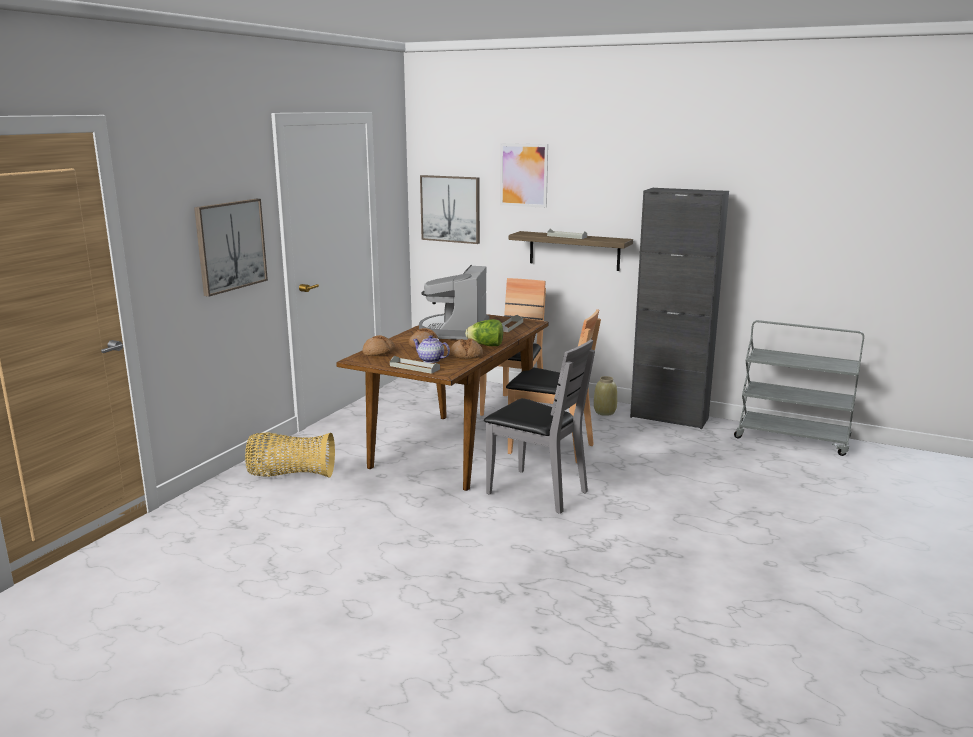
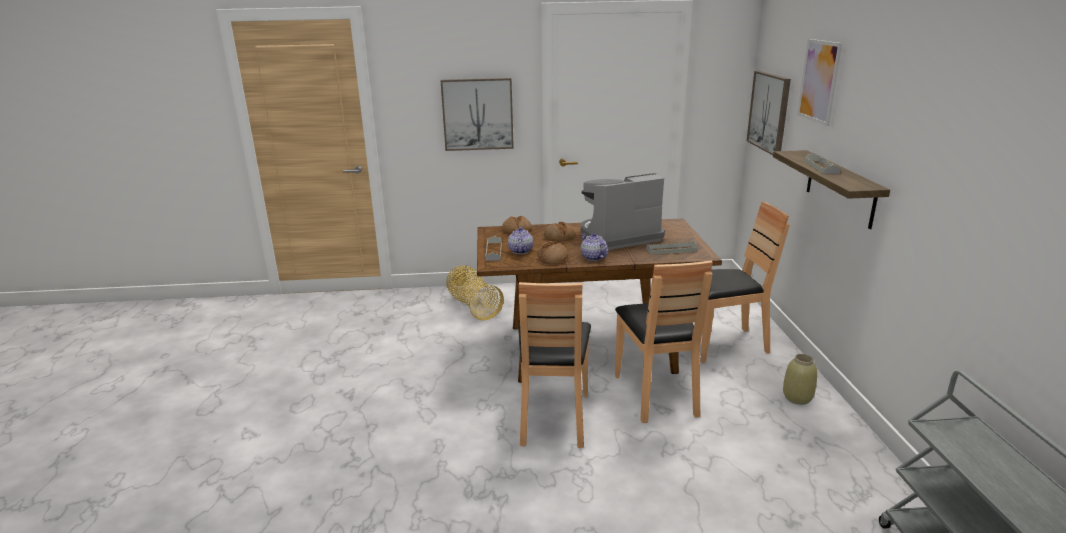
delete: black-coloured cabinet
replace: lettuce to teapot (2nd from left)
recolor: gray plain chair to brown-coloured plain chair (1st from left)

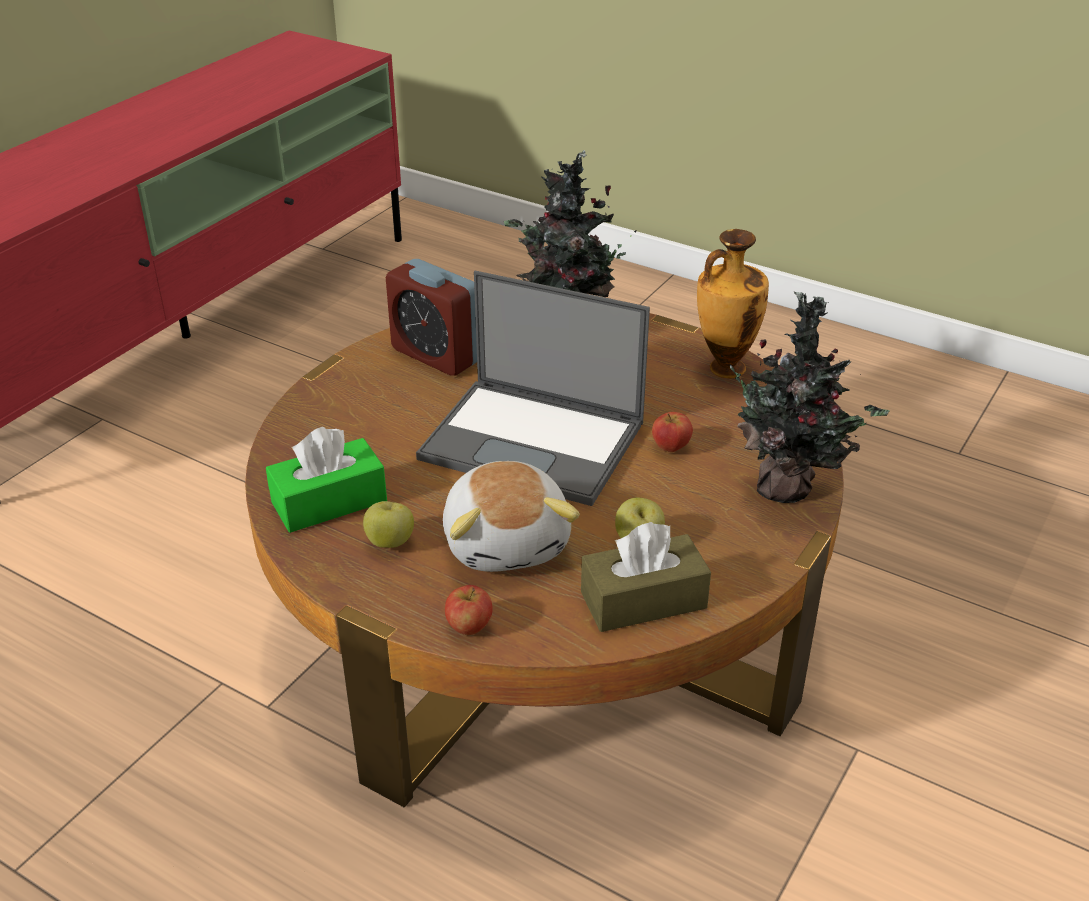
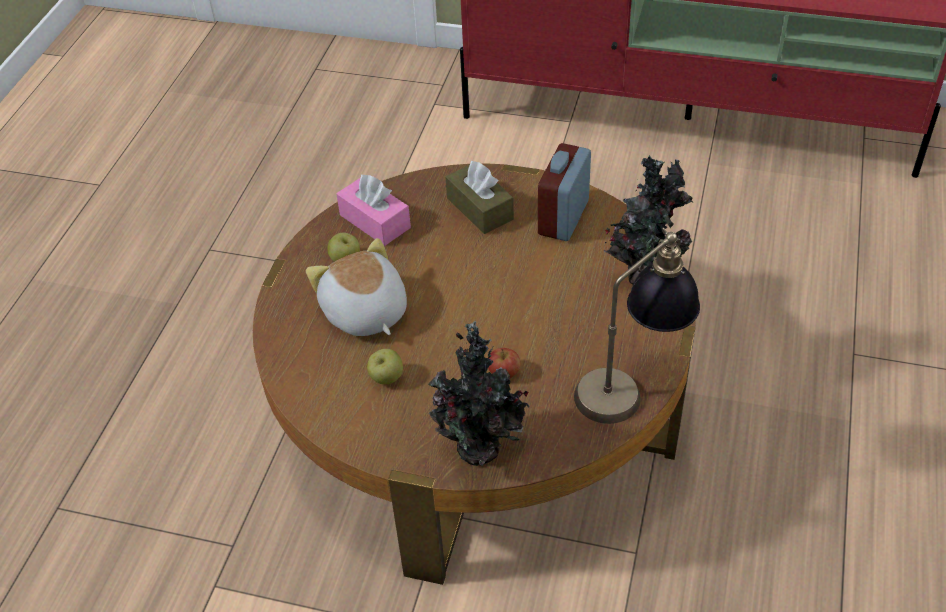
delete: notebook computer; apple fruit (2nd from left)
move: brown-coloured box of tissues
replace: flower vase to lamp for a table
recolor: green-coloured box of tissues to pink box of tissues
rotate: plush toy 90 degrees clockwise

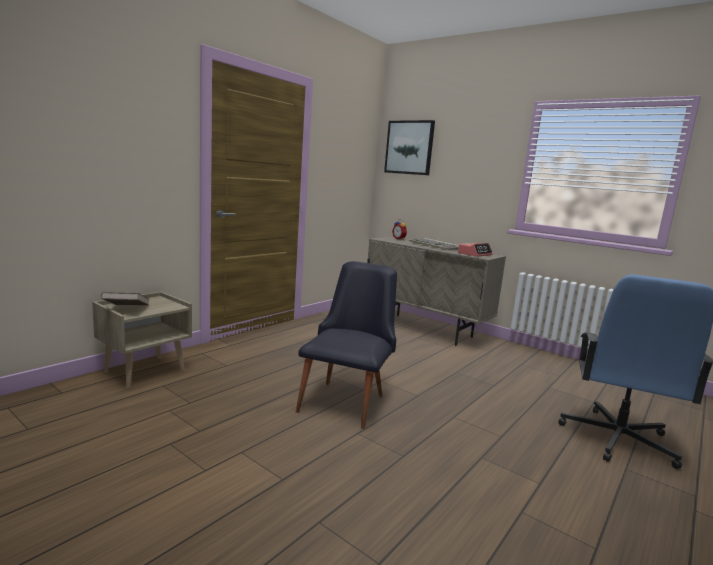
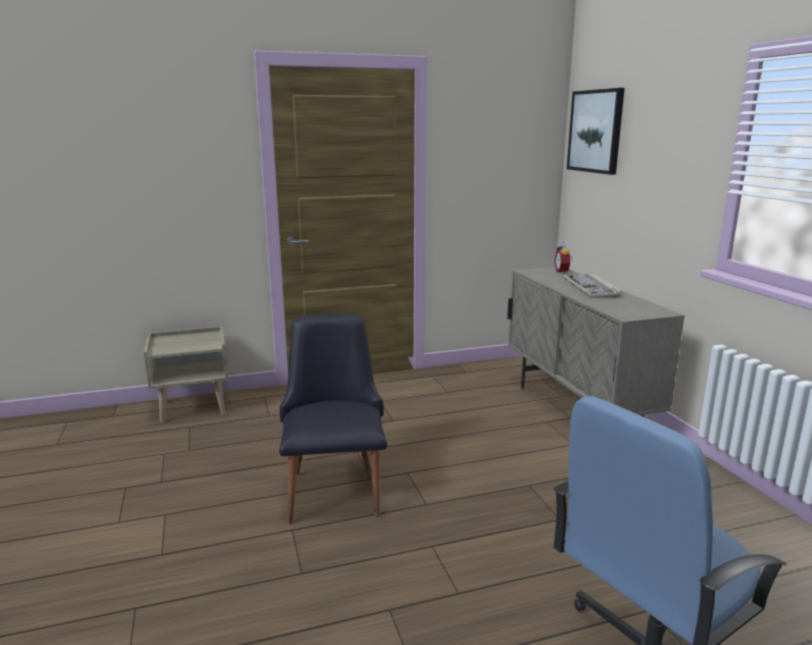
delete: brown-coloured bound book; alarm clock (2nd from left)
rotate: black-coloured plain chair 60 degrees counterclockwise

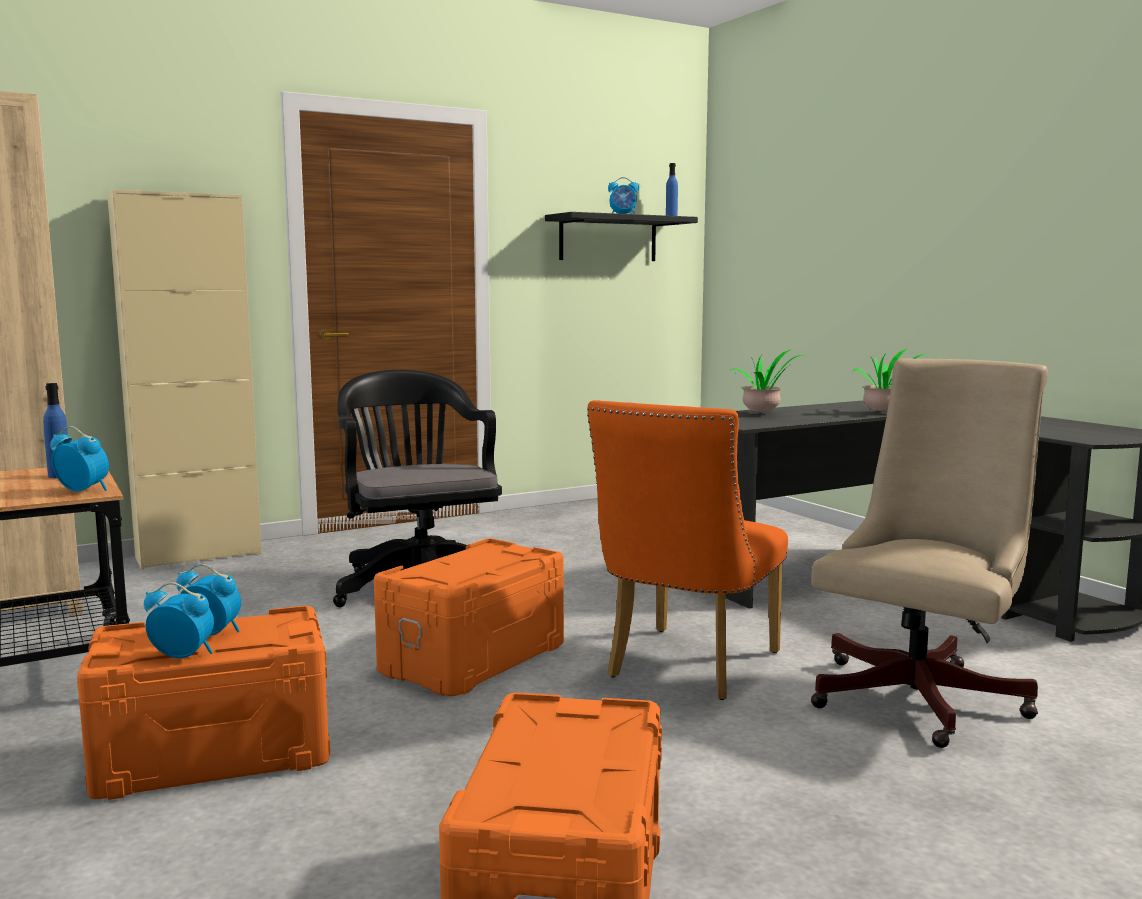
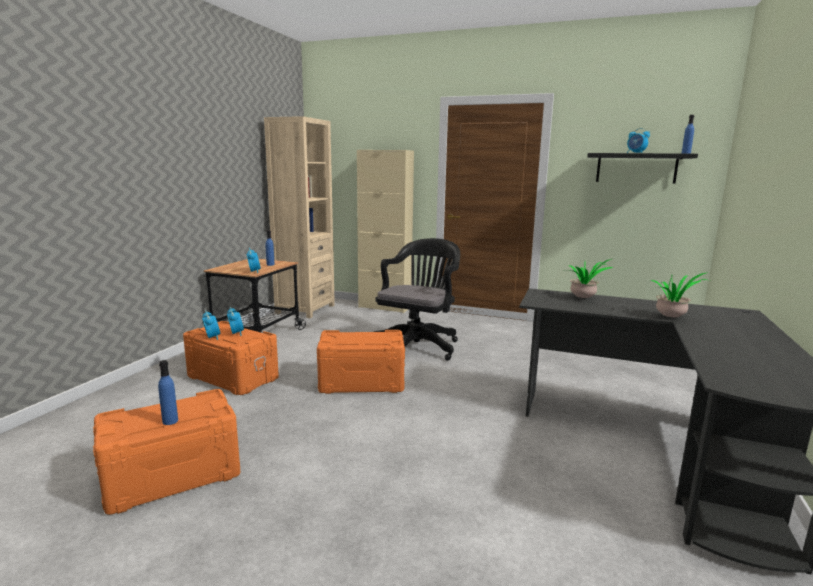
delete: orange-coloured plain chair; sand-coloured desk chair
insert: blue bottle (1st from left)

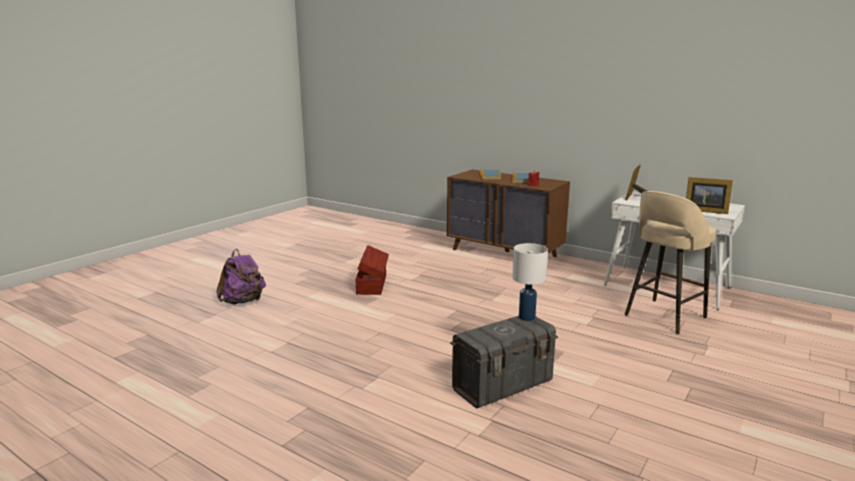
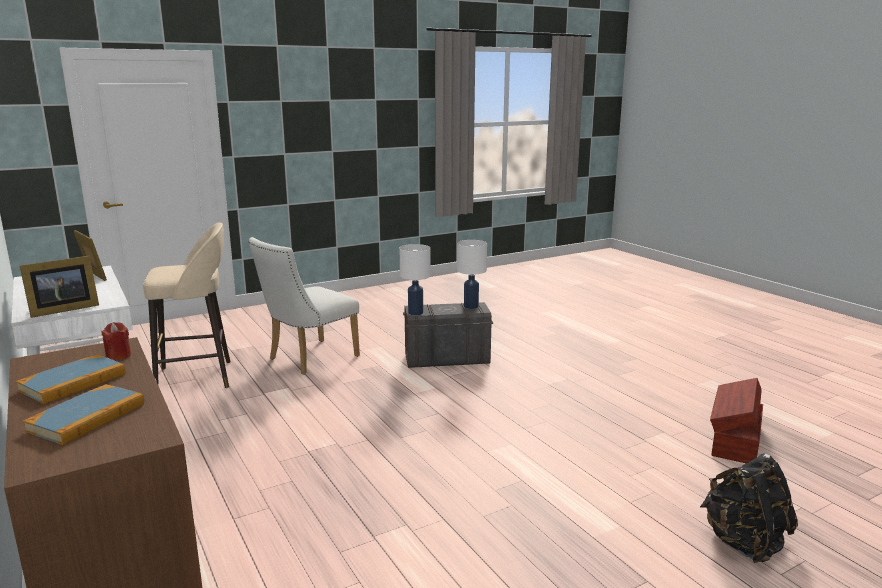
insert: white-coloured plain chair; white-coloured lamp for a table (2nd from left)
move: brown-coloured storage box
recolor: purplish backpack to black-coloured backpack

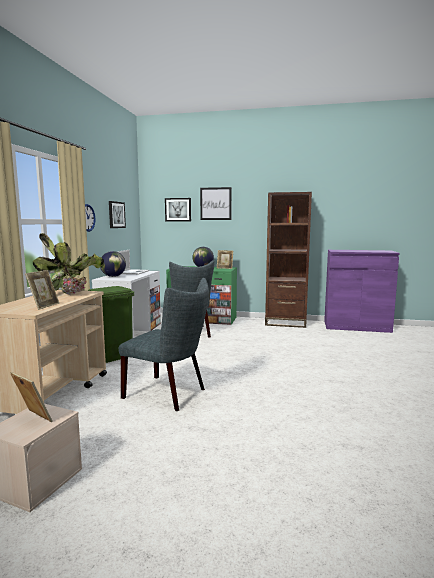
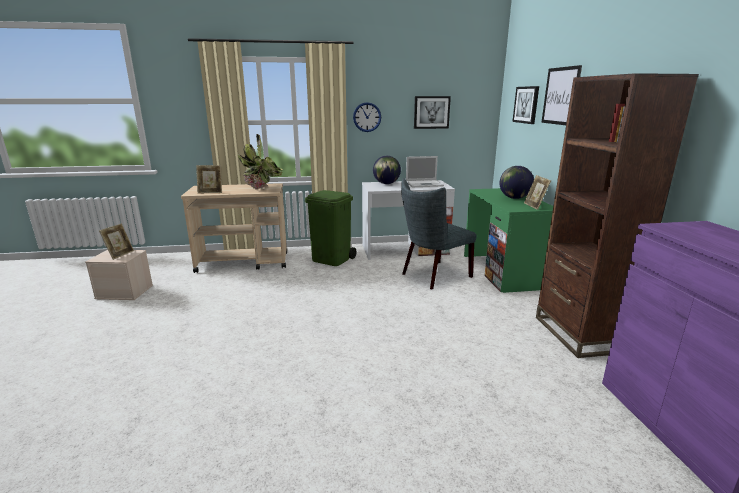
delete: gray plain chair (1st from left)

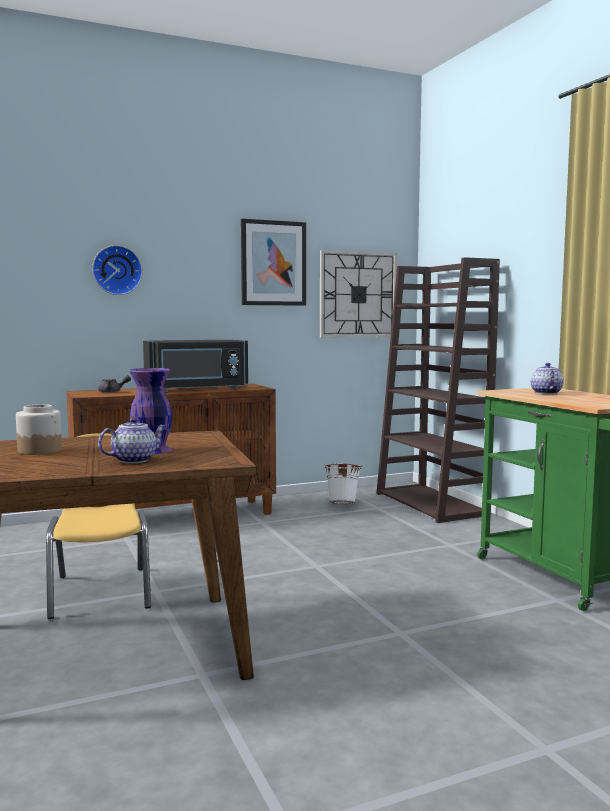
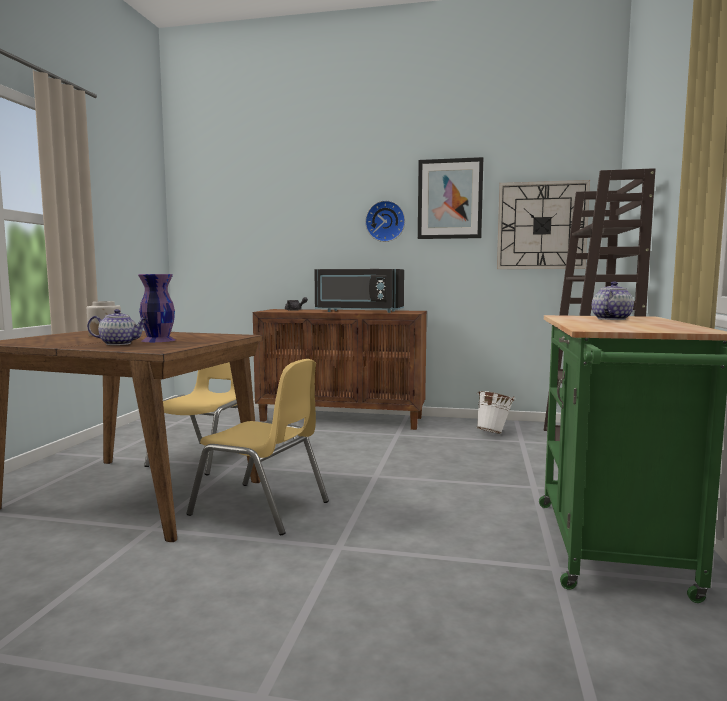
insert: yellow plain chair (2nd from left)
move: wall clock (1st from left)

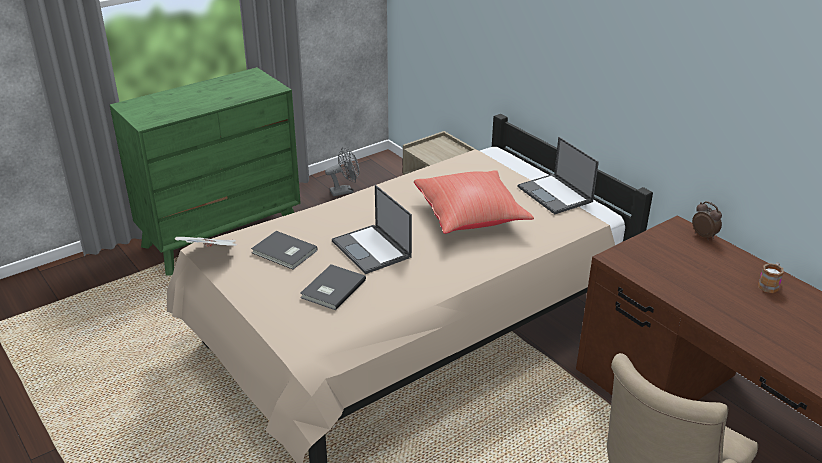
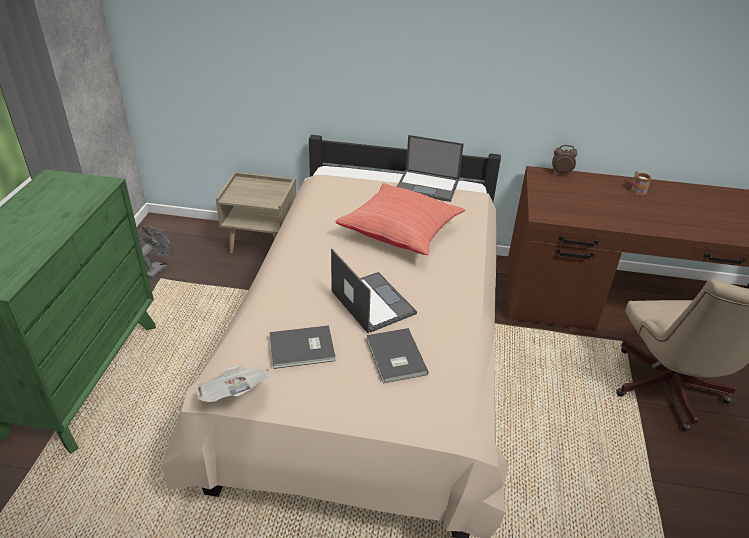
rotate: notebook computer (1st from left) 135 degrees counterclockwise

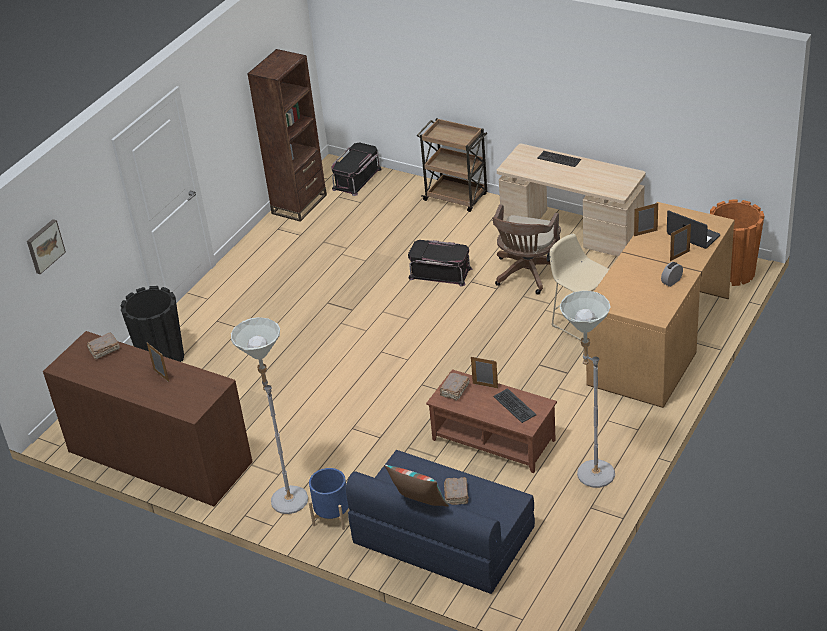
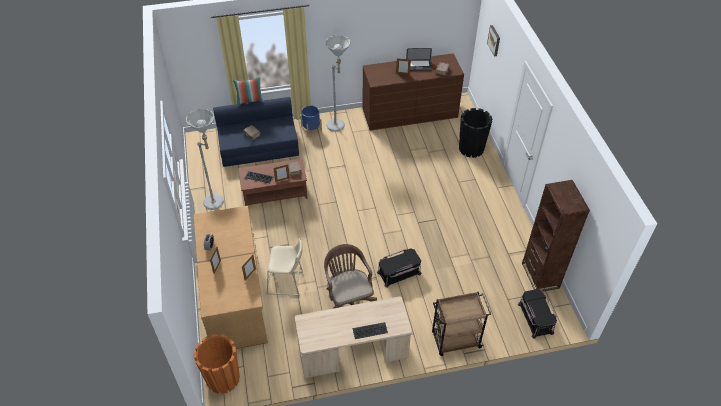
move: notebook computer

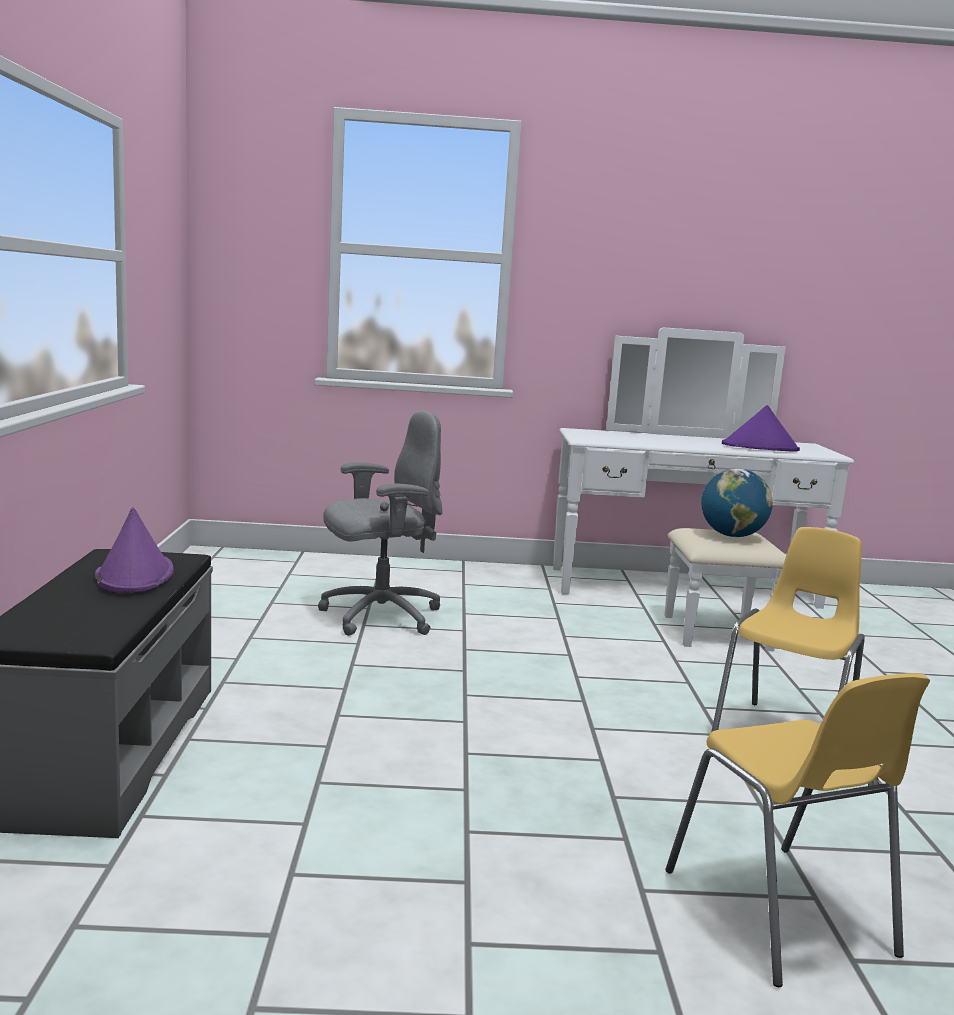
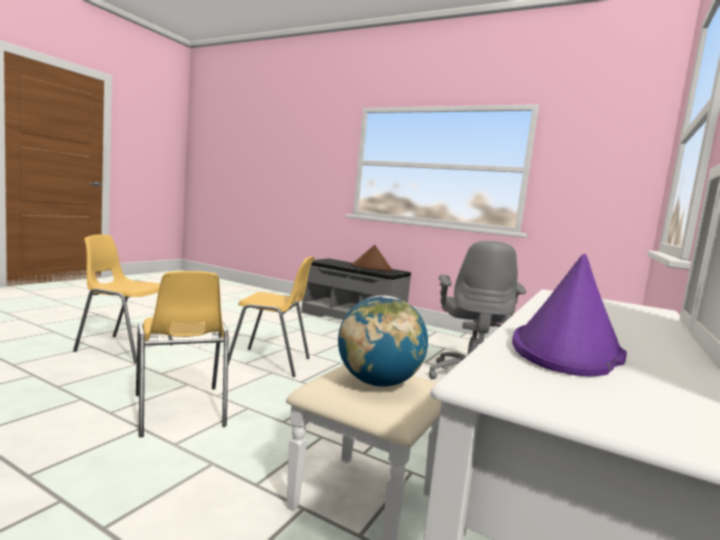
insert: yellow plain chair (3rd from left)
recolor: purplish clothing hat (1st from left) to brown-coloured clothing hat

